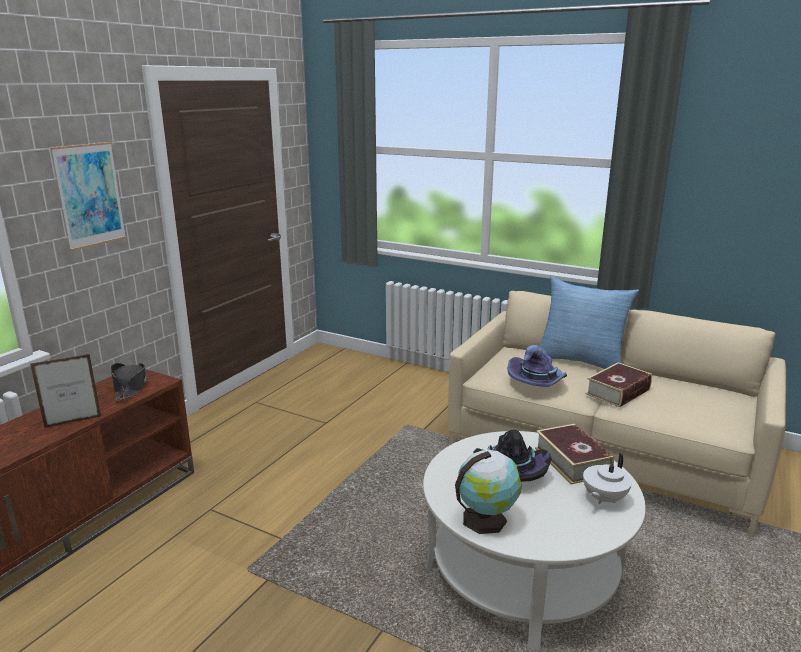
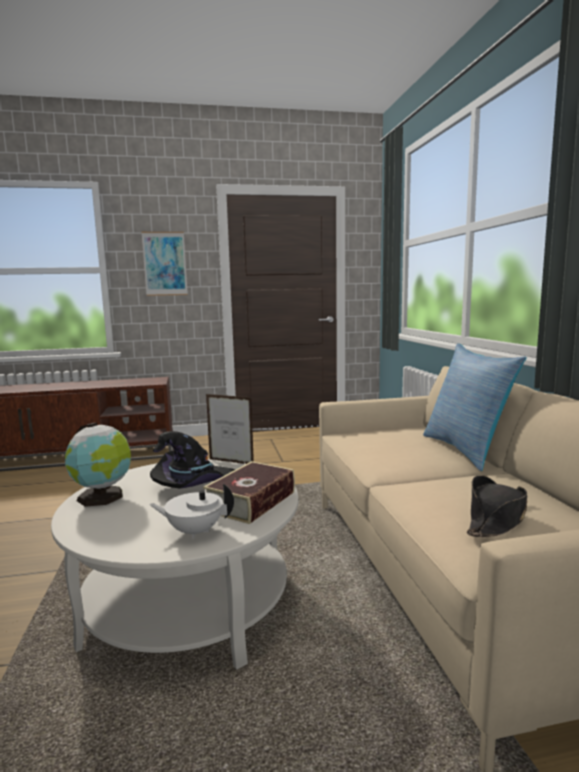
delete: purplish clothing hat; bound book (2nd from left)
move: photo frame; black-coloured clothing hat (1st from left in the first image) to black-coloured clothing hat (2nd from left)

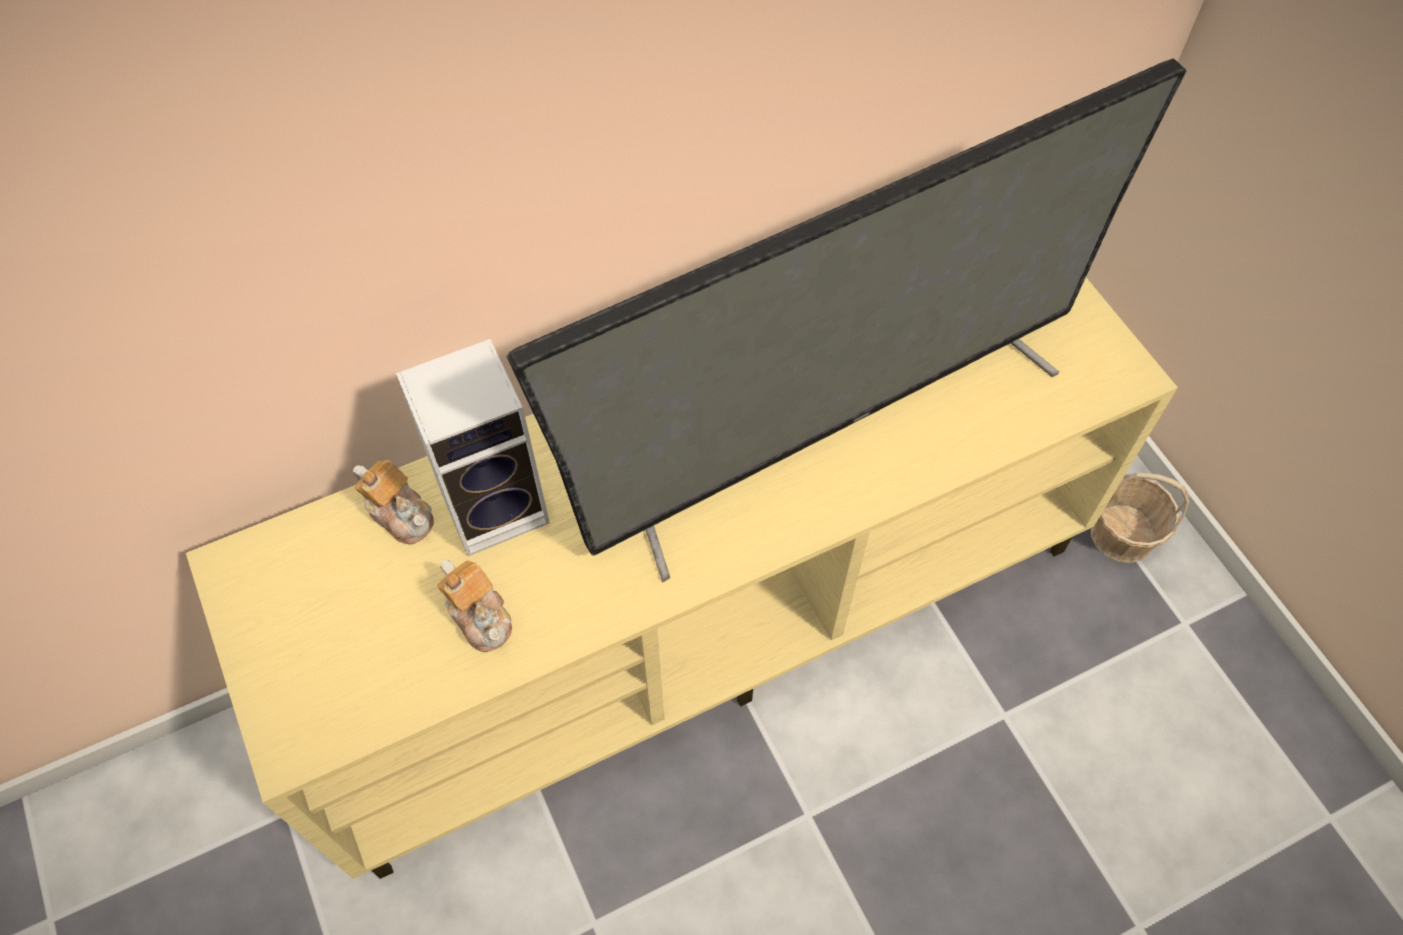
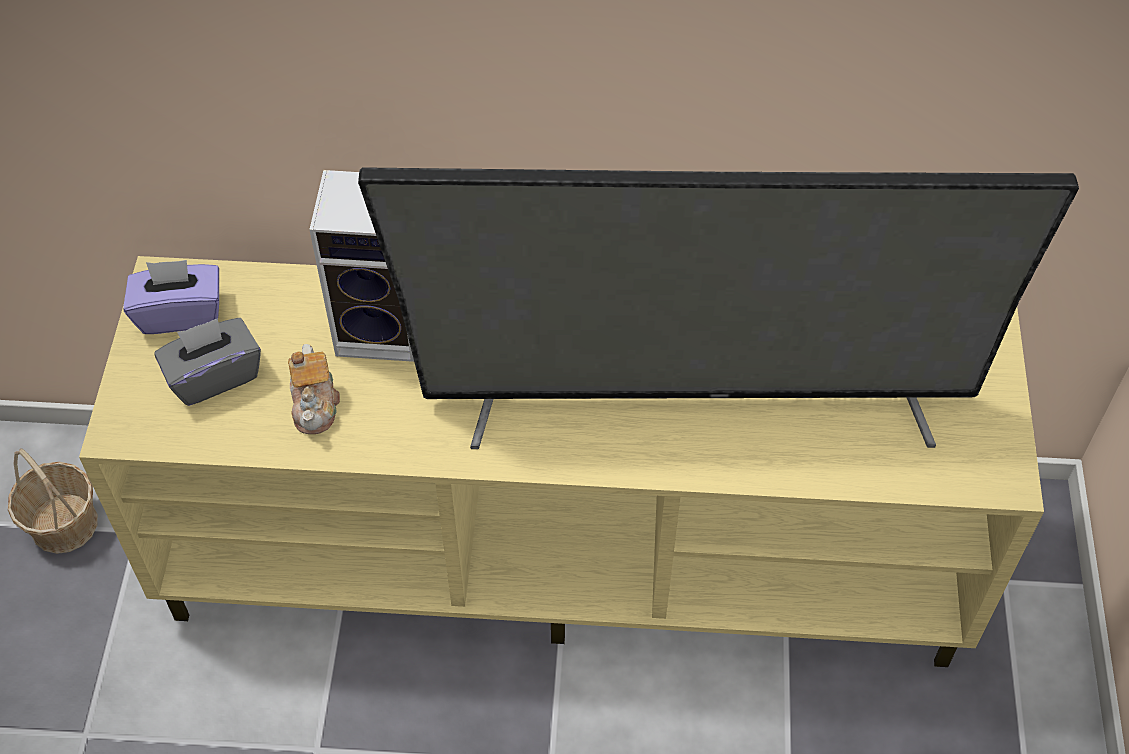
delete: teapot (1st from left)
insert: purplish box of tissues; gray box of tissues
move: basket

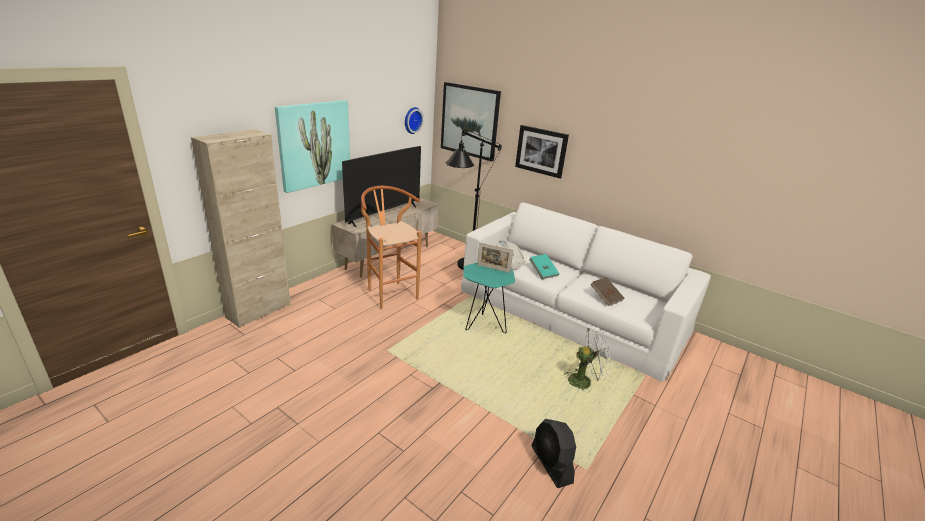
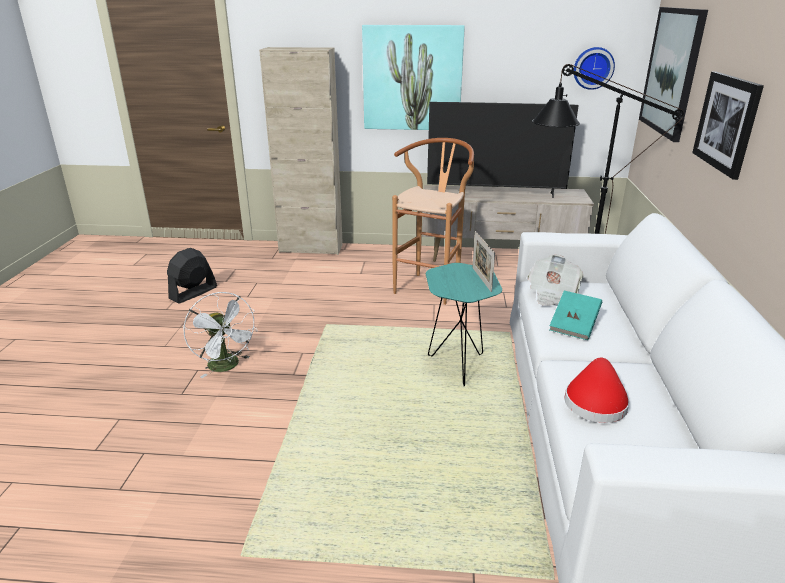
move: black-coloured fan; white-coloured fan
replace: brown-coloured bound book to reddish clothing hat

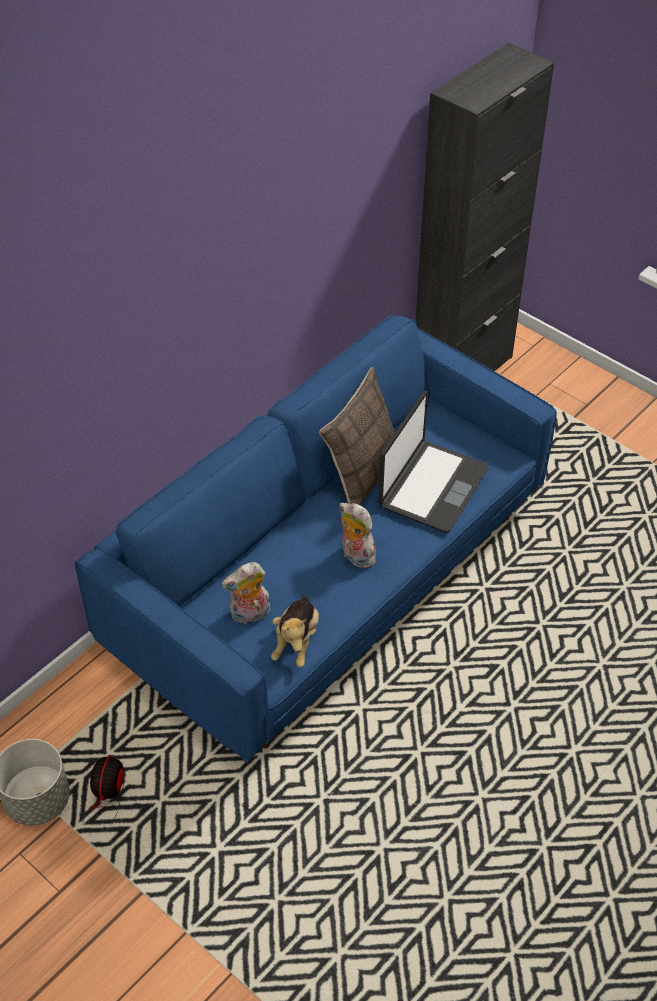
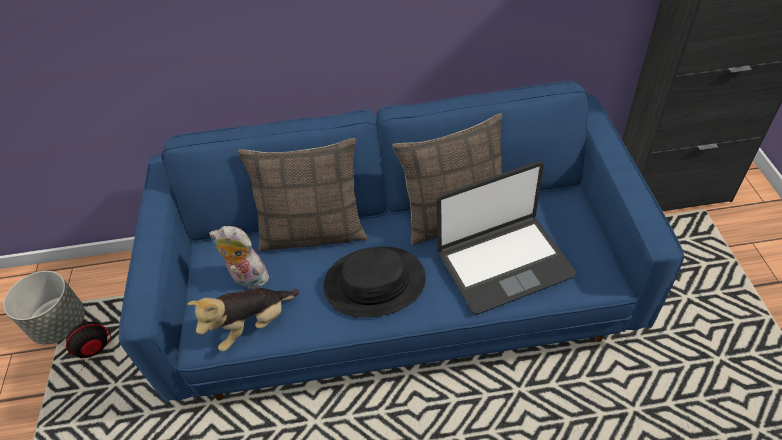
insert: pillow (1st from left)
replace: plush toy (3rd from left) to black-coloured clothing hat

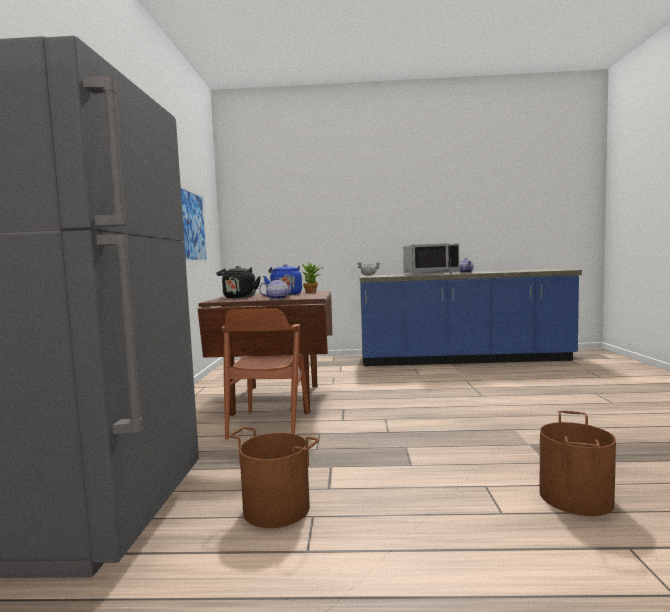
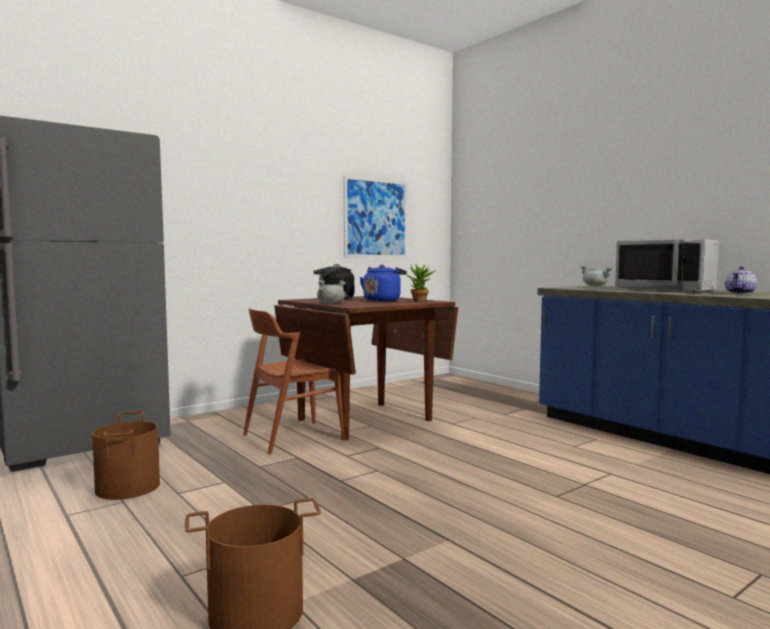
replace: teapot (1st from left) to gray saucepot (1st from left)

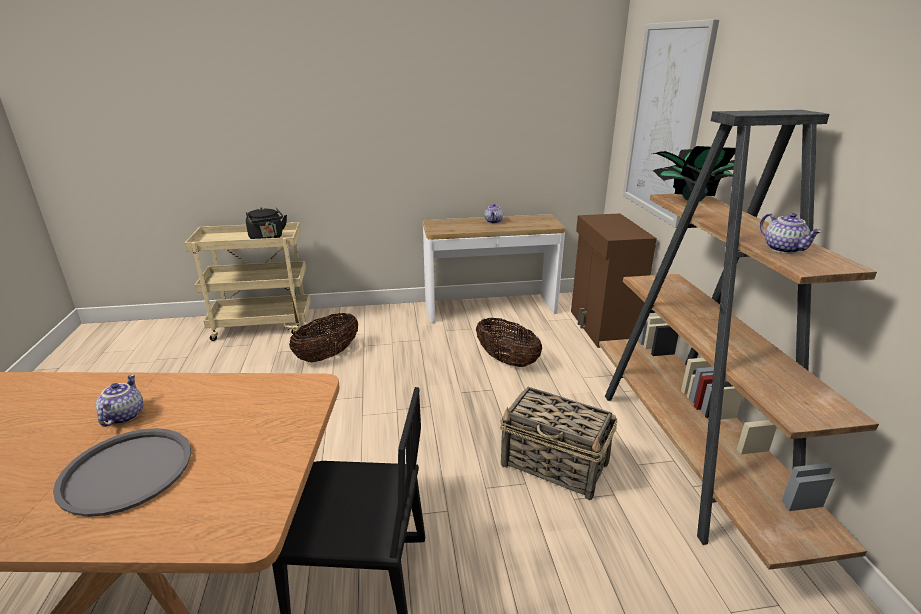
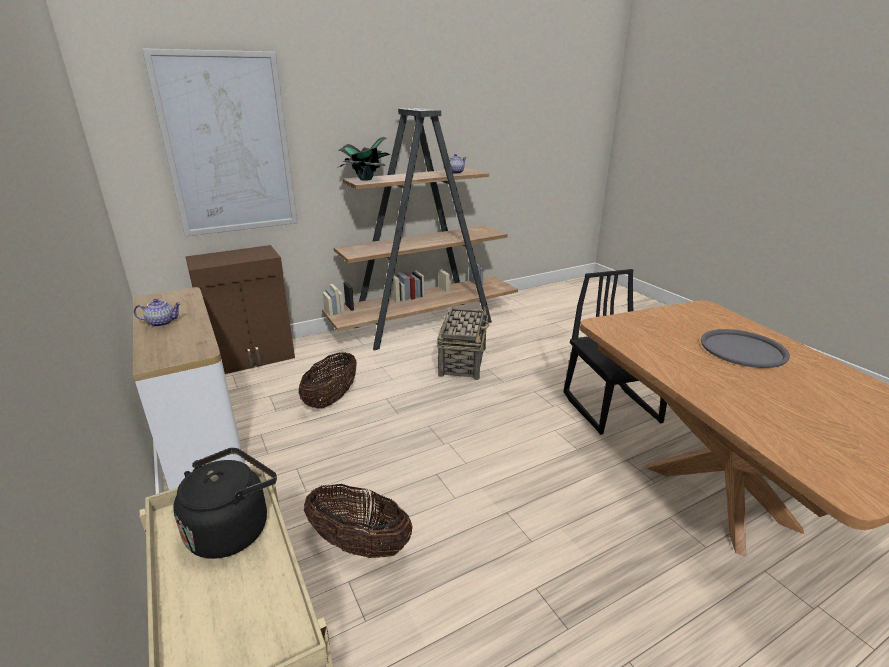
delete: teapot (1st from left)

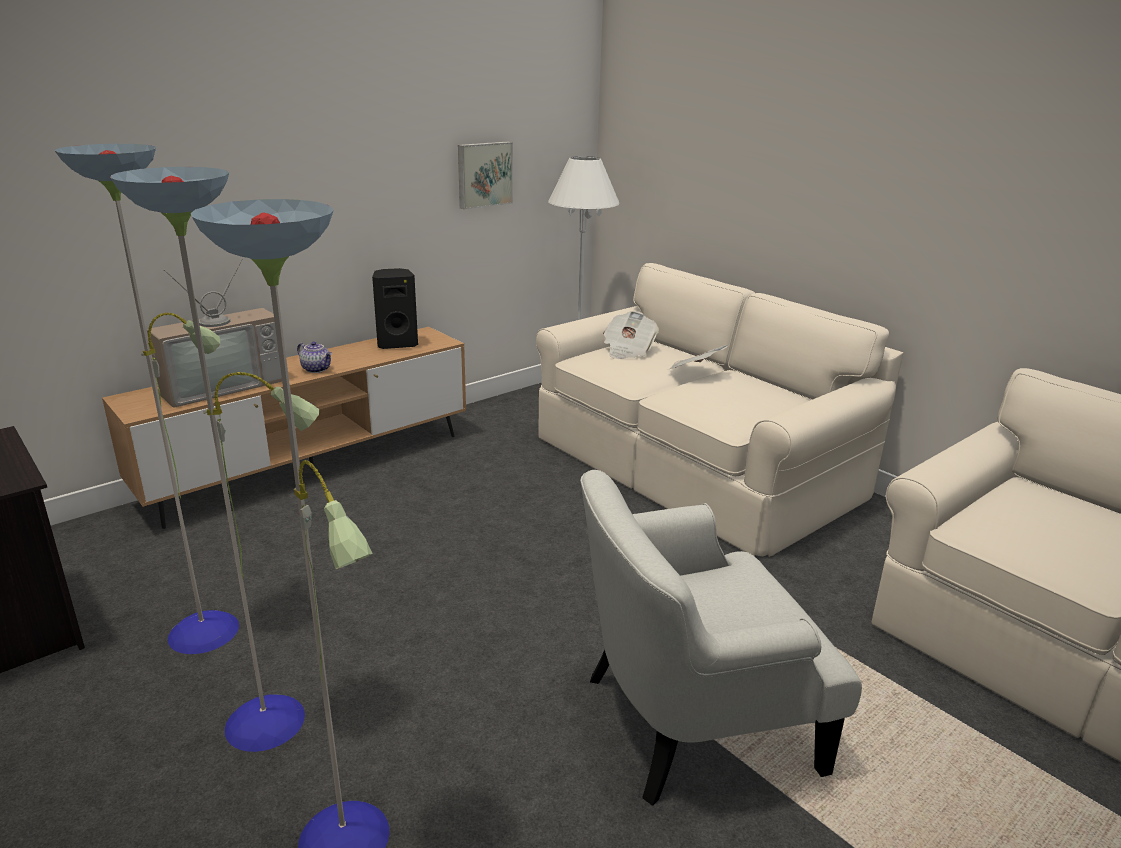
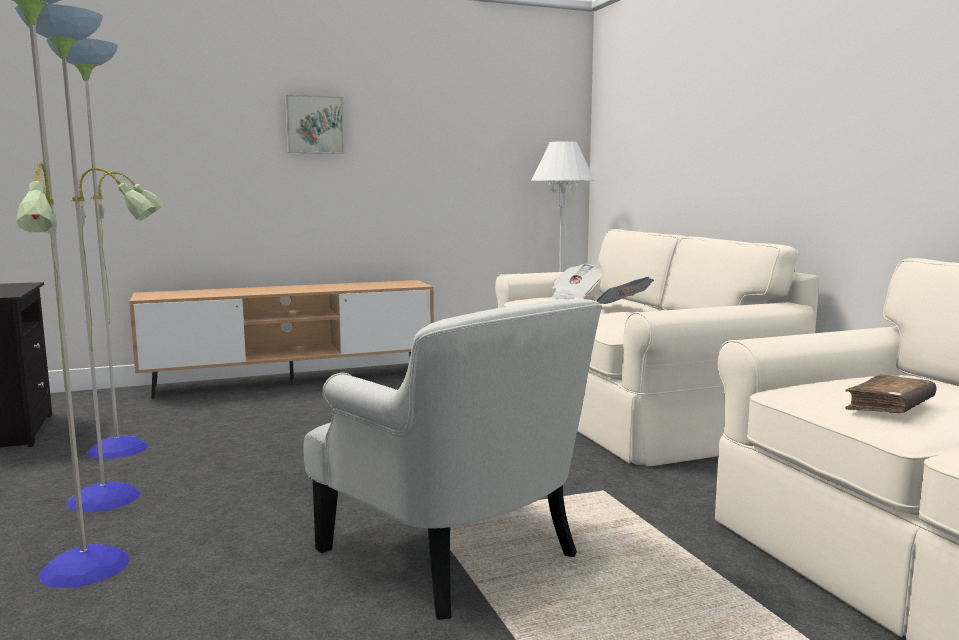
delete: TV; teapot; black-coloured loudspeaker
insert: brown-coloured bound book
move: wall picture
rotate: white-coloured easy chair 135 degrees counterclockwise

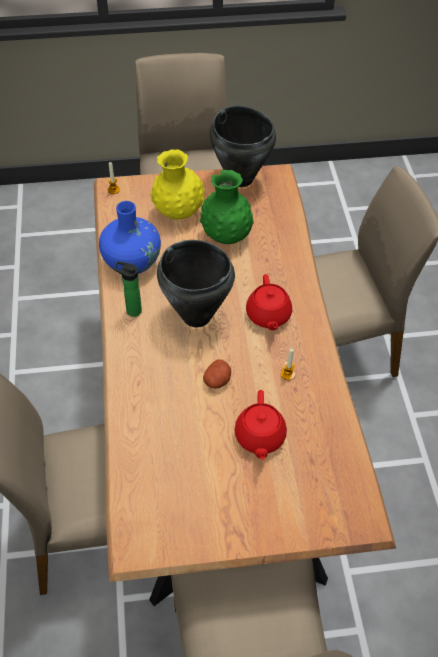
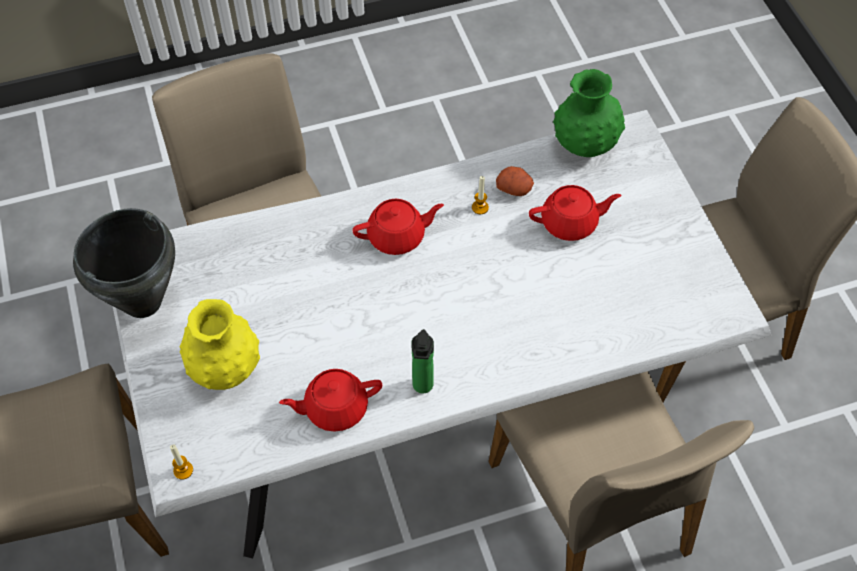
delete: black-coloured saucepot (1st from left)
move: green-coloured flower vase; spud
replace: blue flower vase to reddish teapot (1st from left)
recolor: brown-coloured dining table to white-coloured dining table

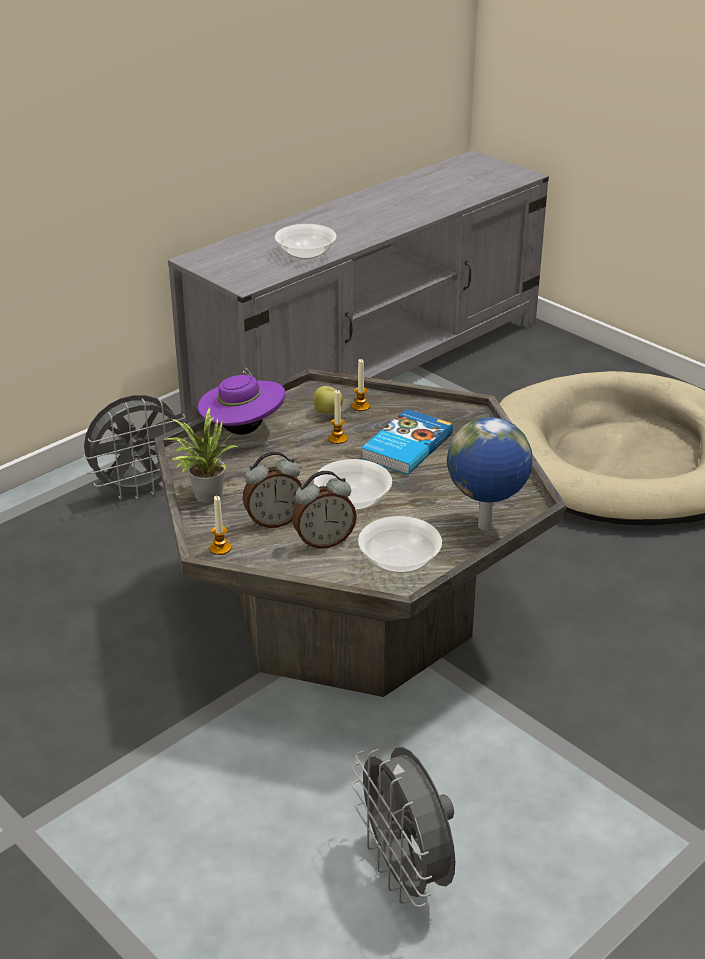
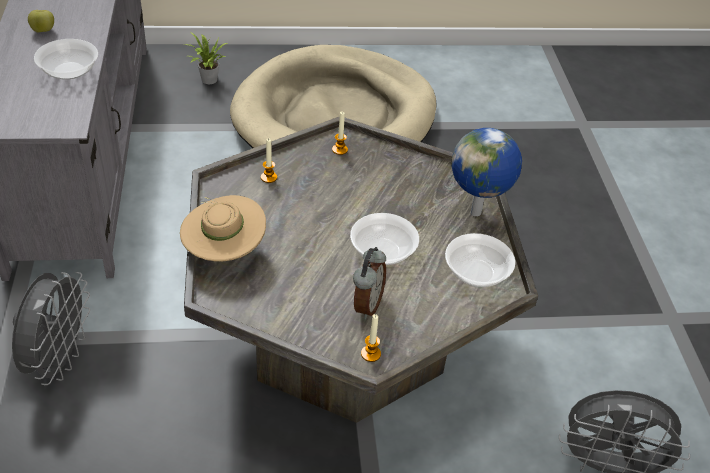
delete: alarm clock (2nd from left); bound book
move: plant in a pot; apple fruit; wax candle (2nd from left)
recolor: purplish clothing hat to sand-coloured clothing hat

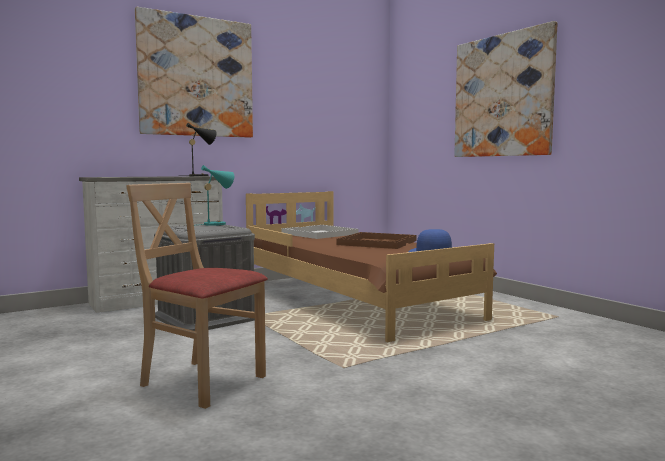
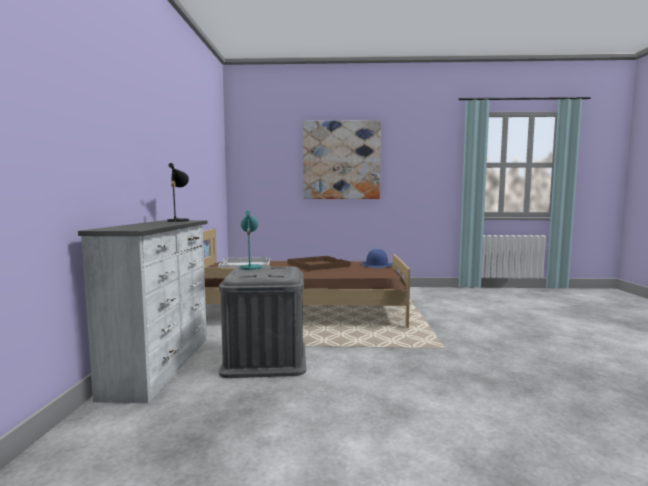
delete: sand-coloured plain chair; wall picture (1st from left)

